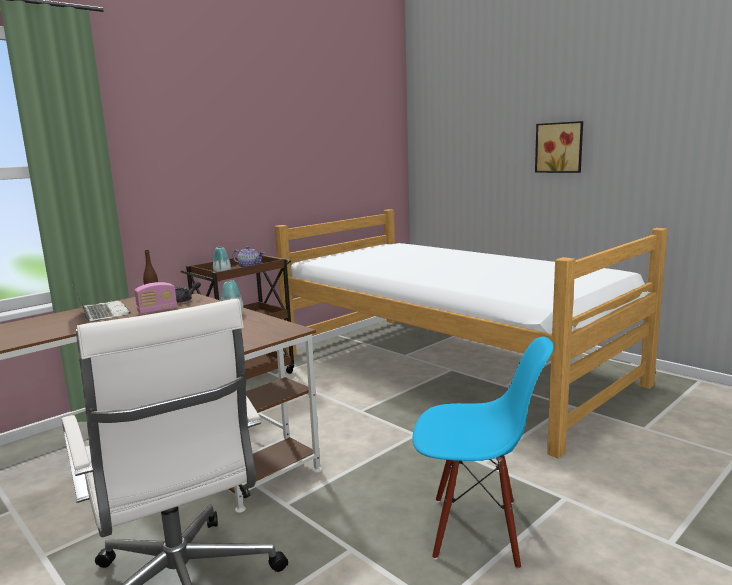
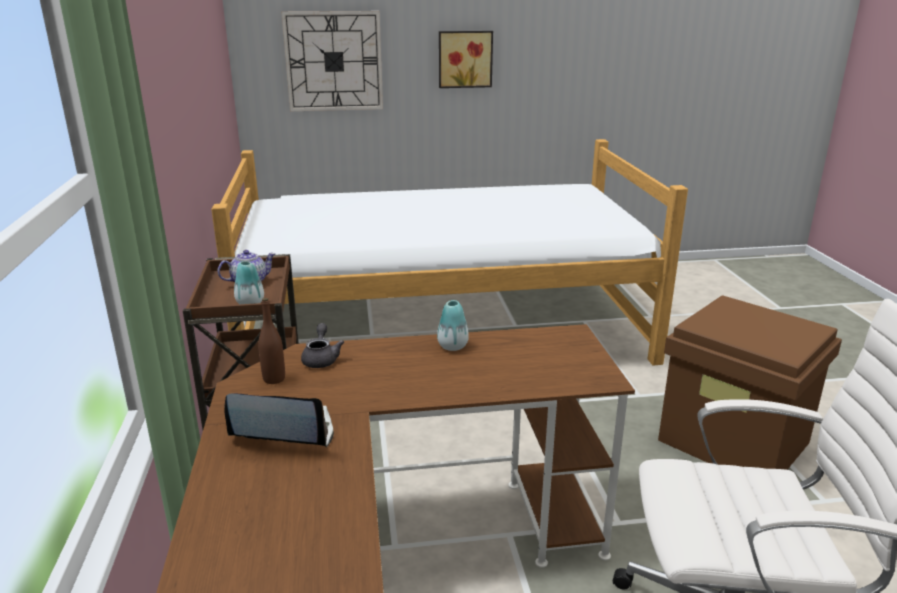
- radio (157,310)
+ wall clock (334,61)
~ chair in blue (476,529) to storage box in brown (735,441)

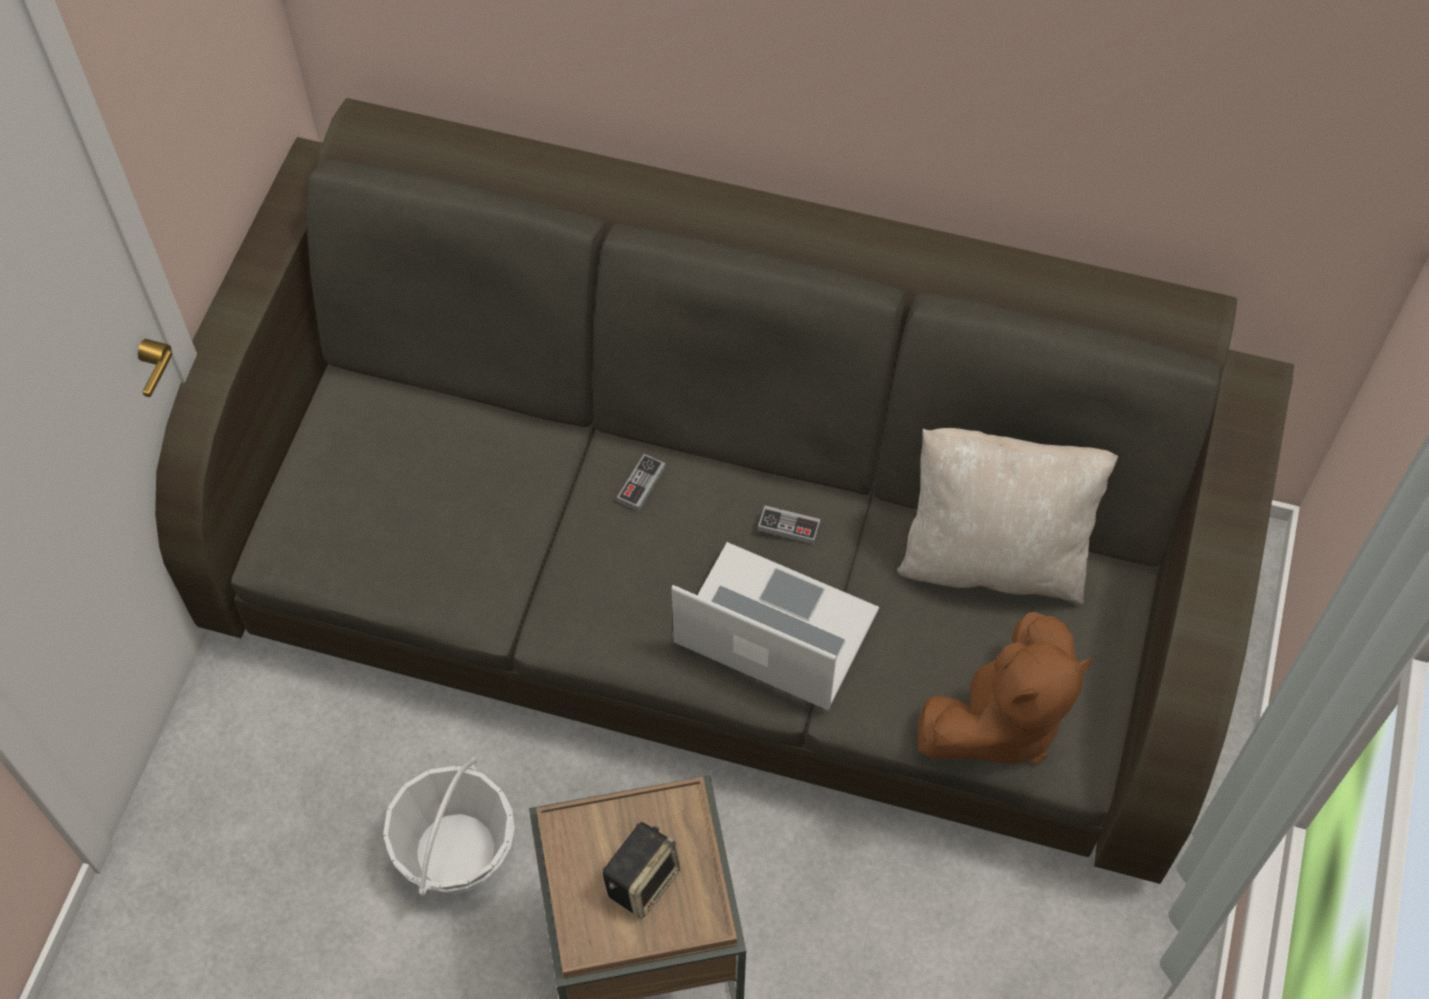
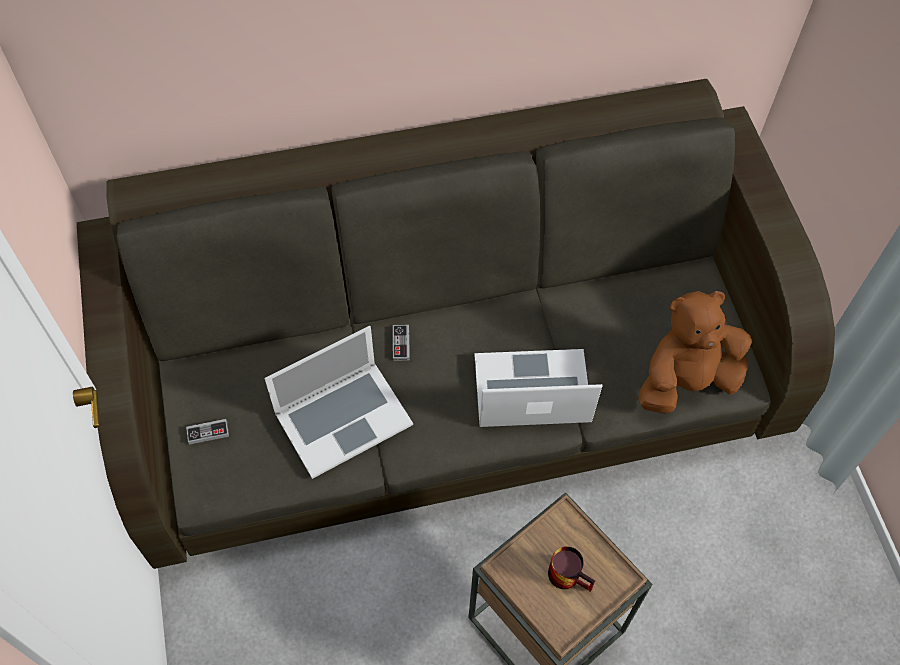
- basket (456,851)
- pillow in beige (993,558)
+ laptop (343,418)
~ game controller (789,526) to (208,432)
~ speaker (642,880) to mug (570,575)
~ plush toy in brown (999,721) = (685,381) 135 degrees counterclockwise

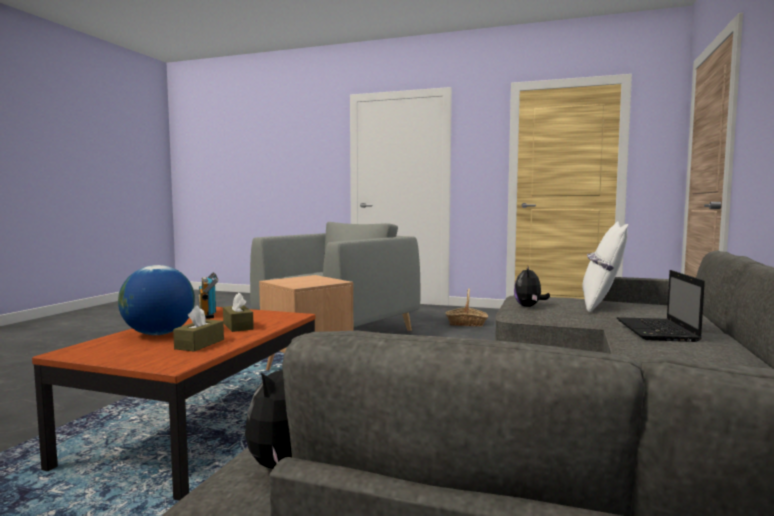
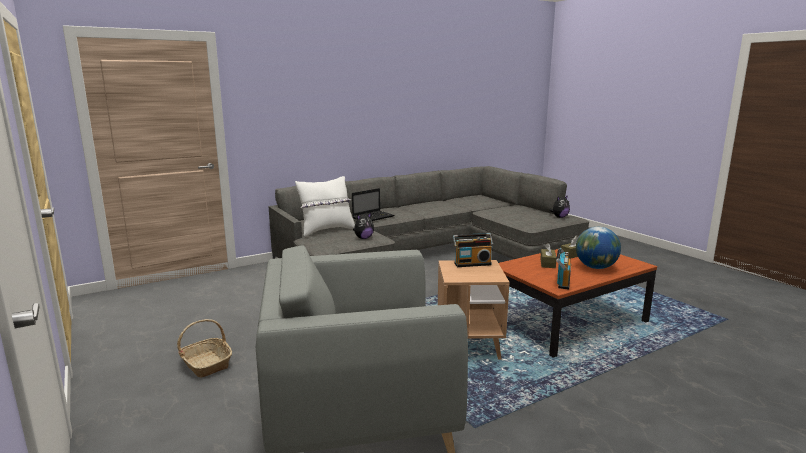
+ radio (472,263)

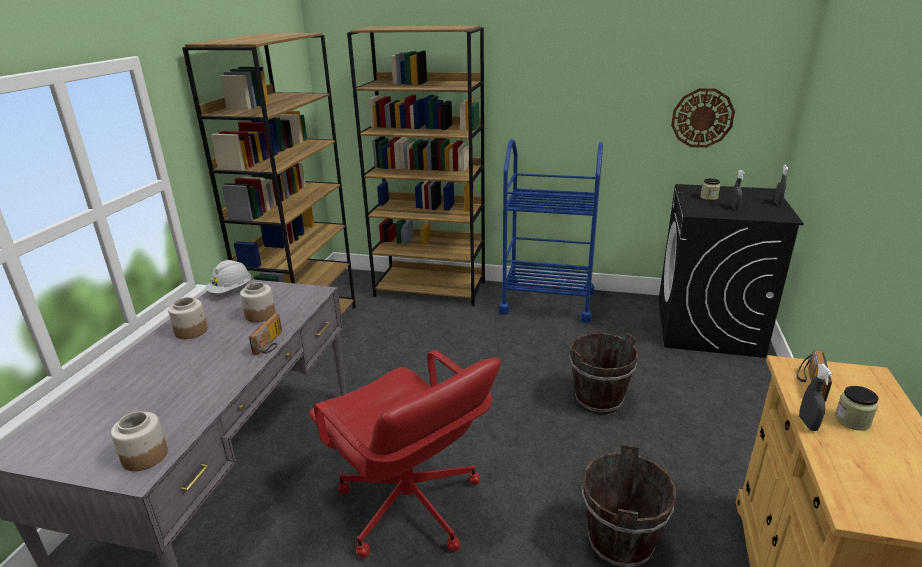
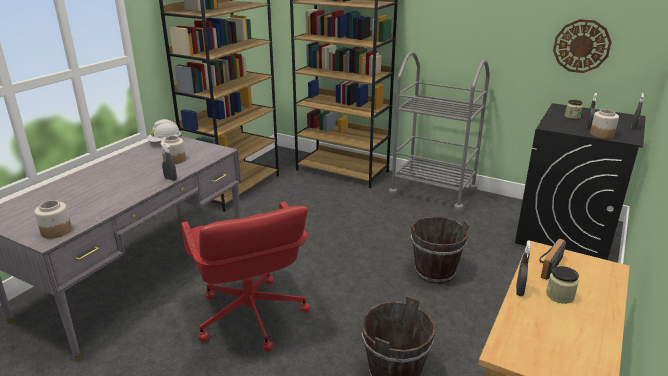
~ jar (192,331) to (602,134)
~ radio (271,344) to spray bottle in grey (170,179)
~ cart in blue (547,302) to cart in grey (432,194)

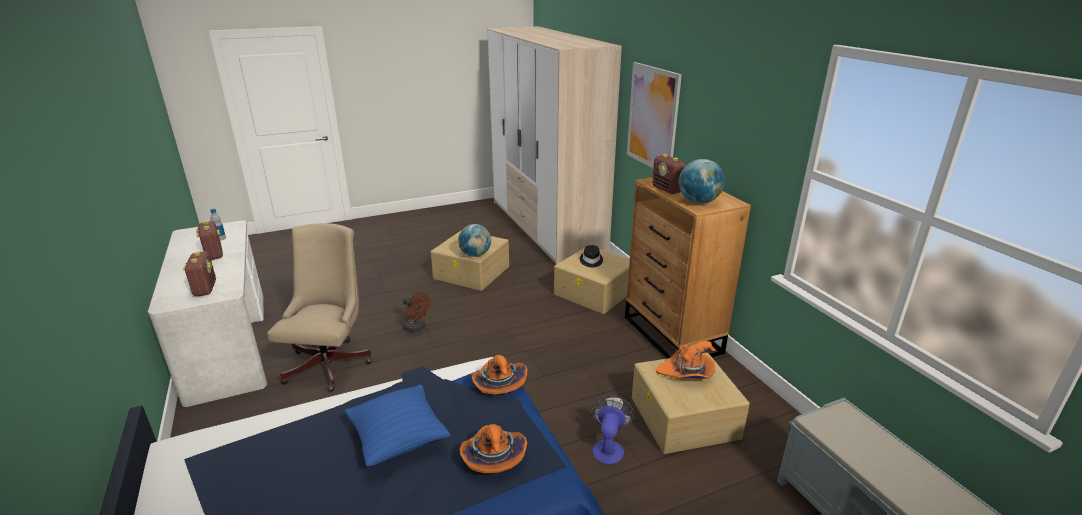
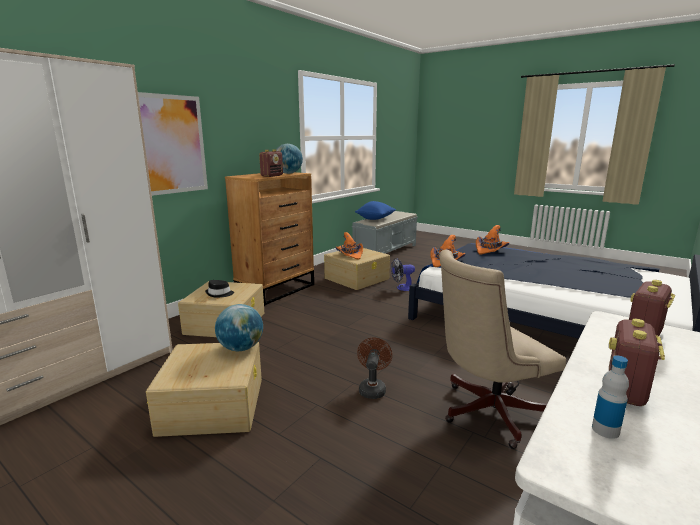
~ pillow in blue (399,440) to (375,219)

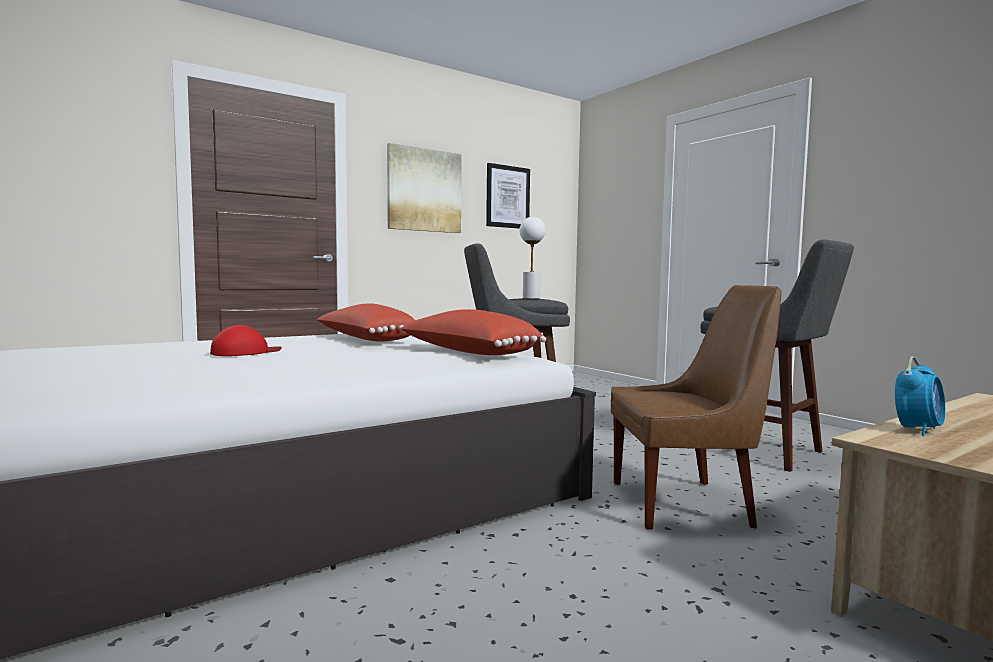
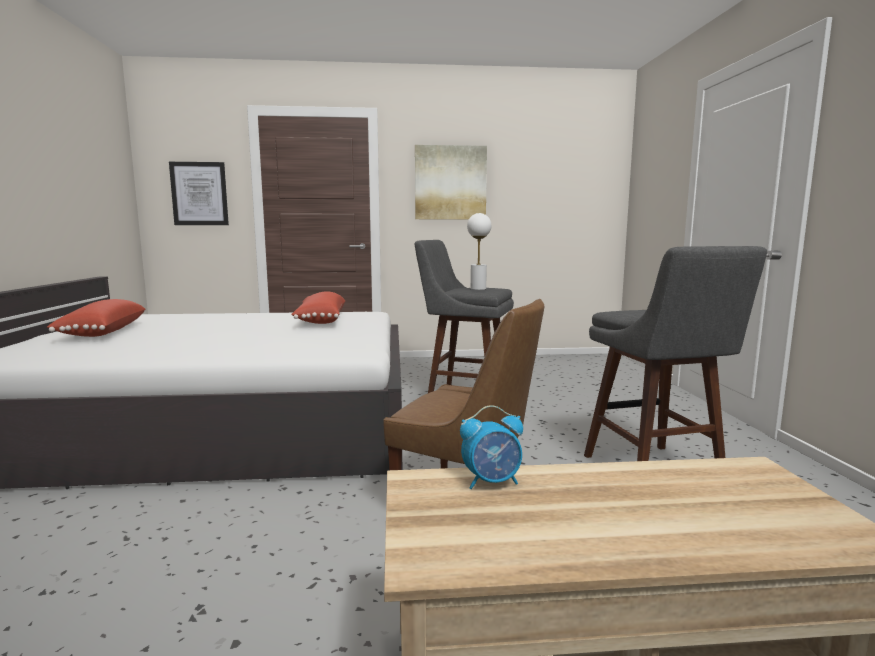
- cap in red (246,352)
~ pillow in red (468,353) to (101,332)
~ picture (507,197) to (199,194)

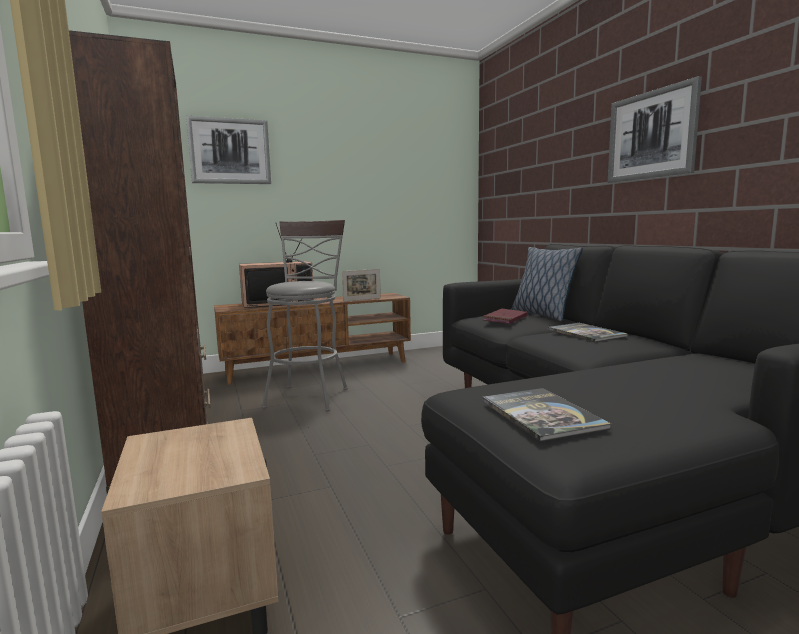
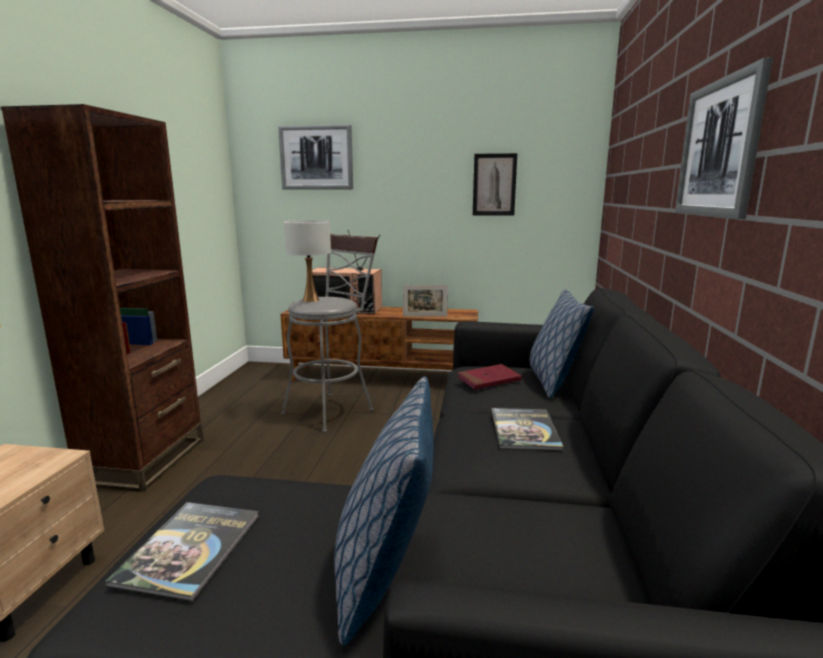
+ table lamp in white (311,300)
+ pillow (386,569)
+ picture (494,185)

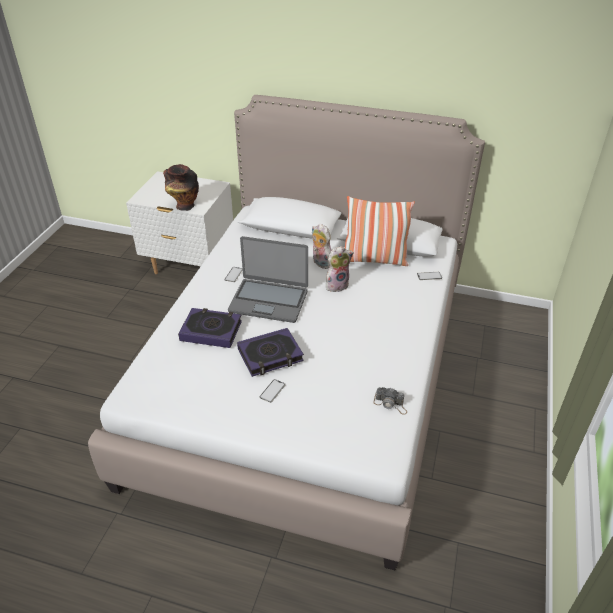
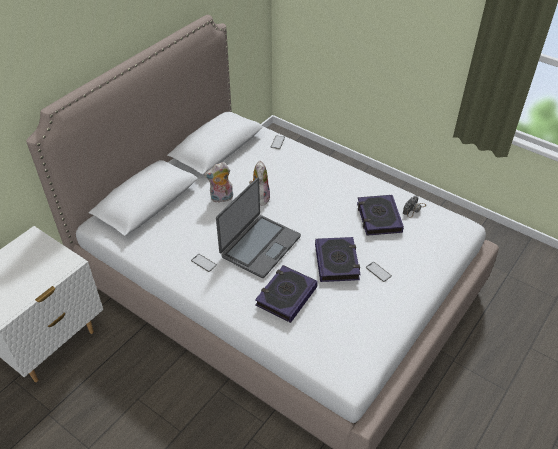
- vase (184,206)
- pillow (374,259)
+ book (378,218)

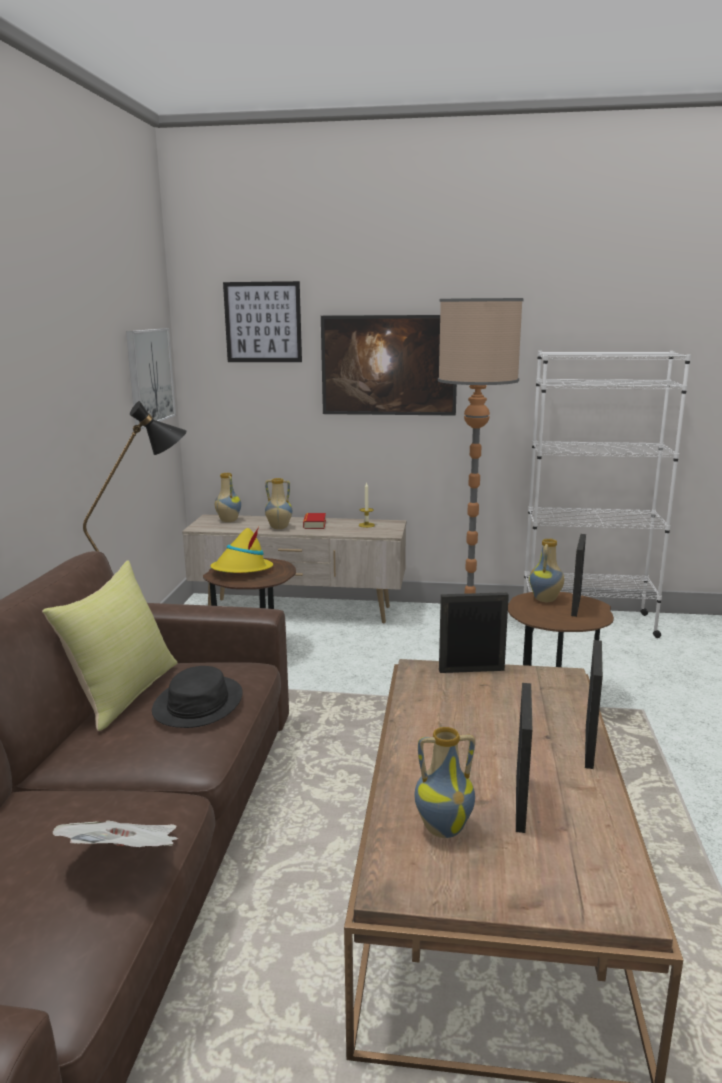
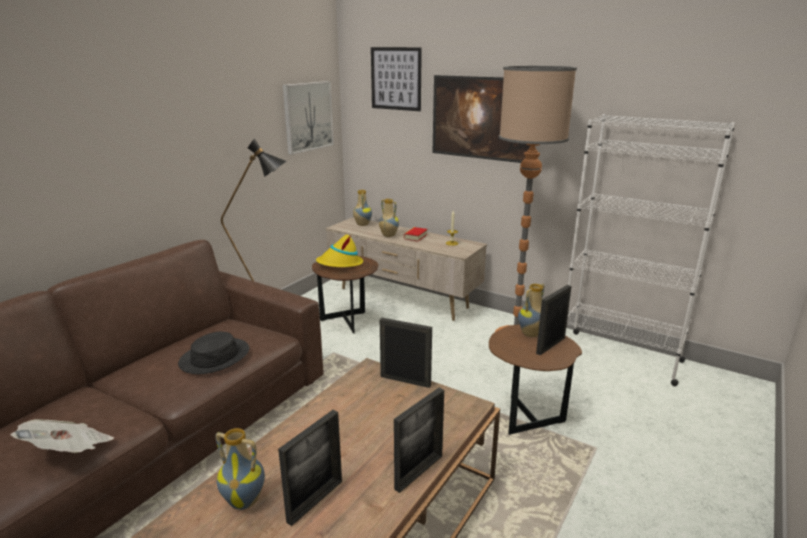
- pillow in yellow (123,693)

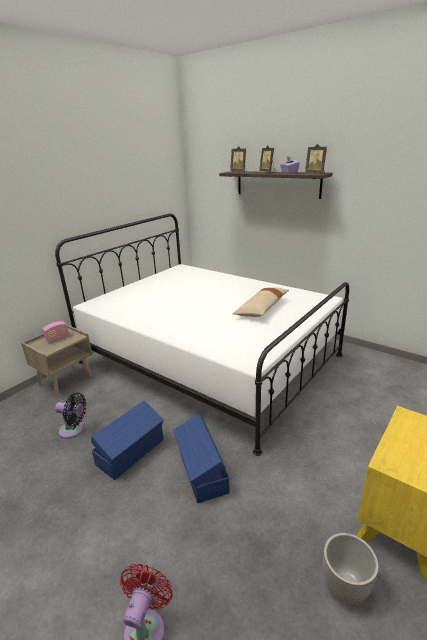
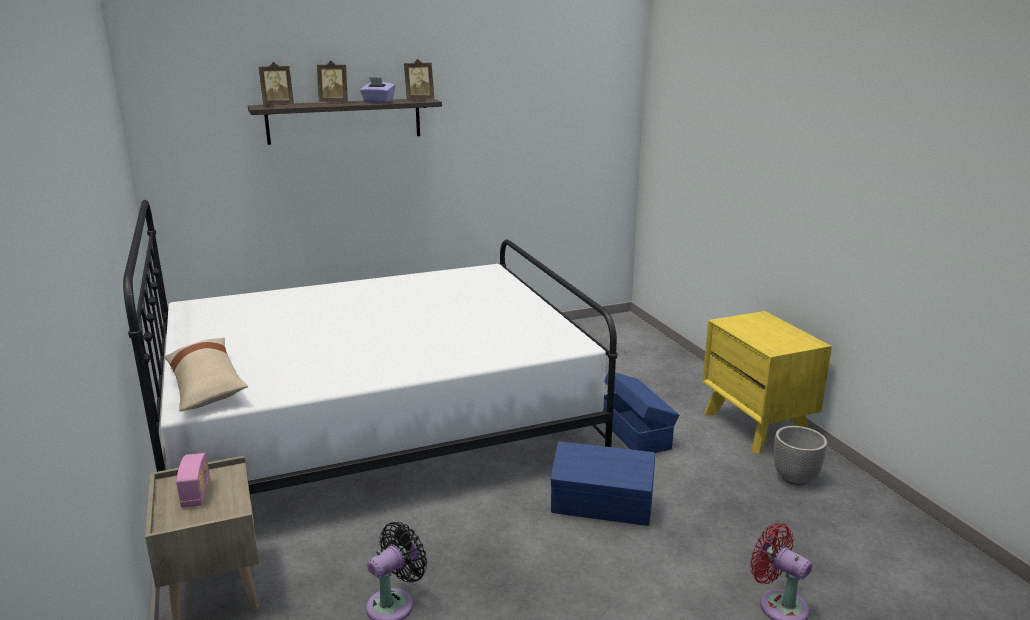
~ storage box in blue (132,452) to (635,432)
~ pillow in beige (262,308) to (206,386)

